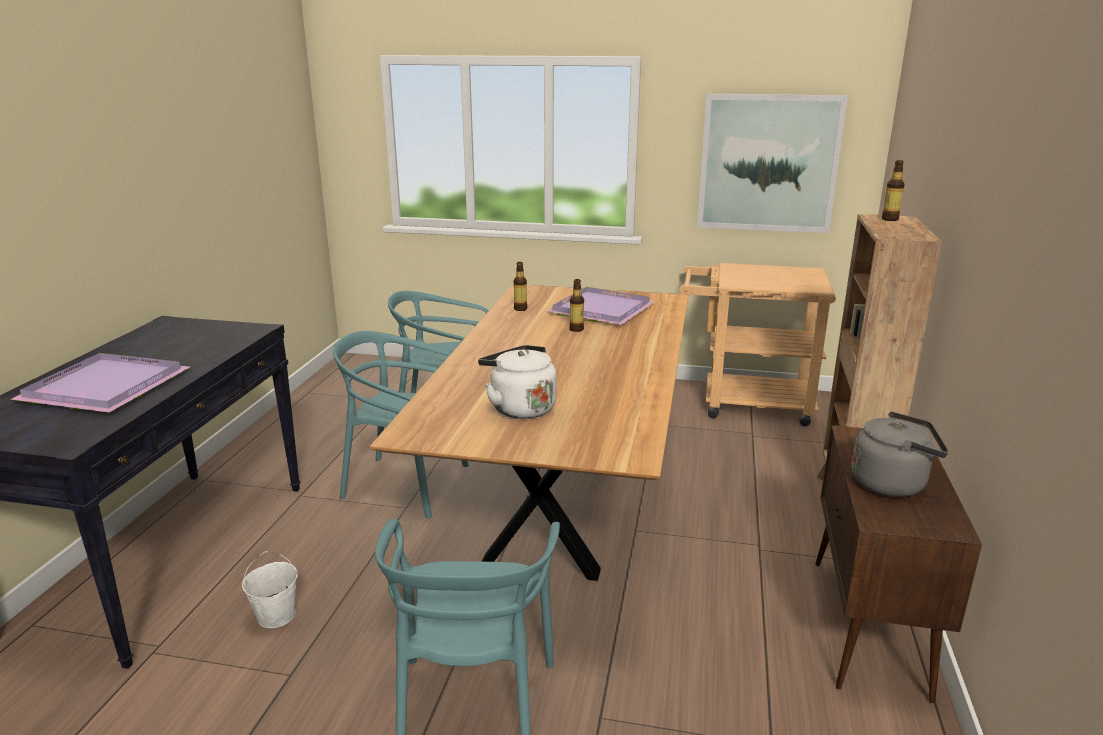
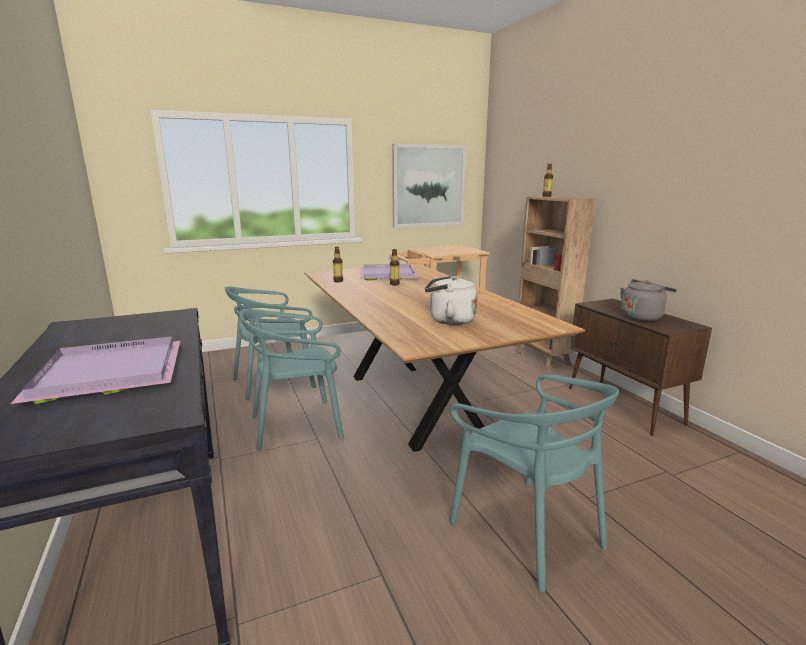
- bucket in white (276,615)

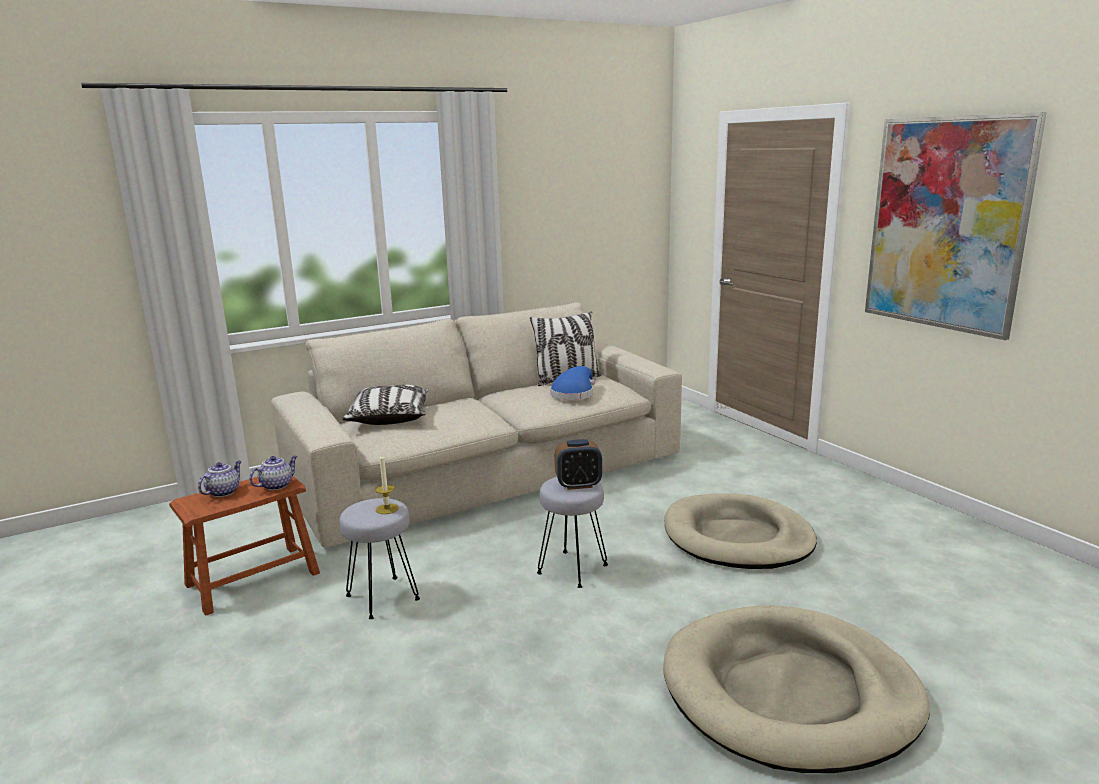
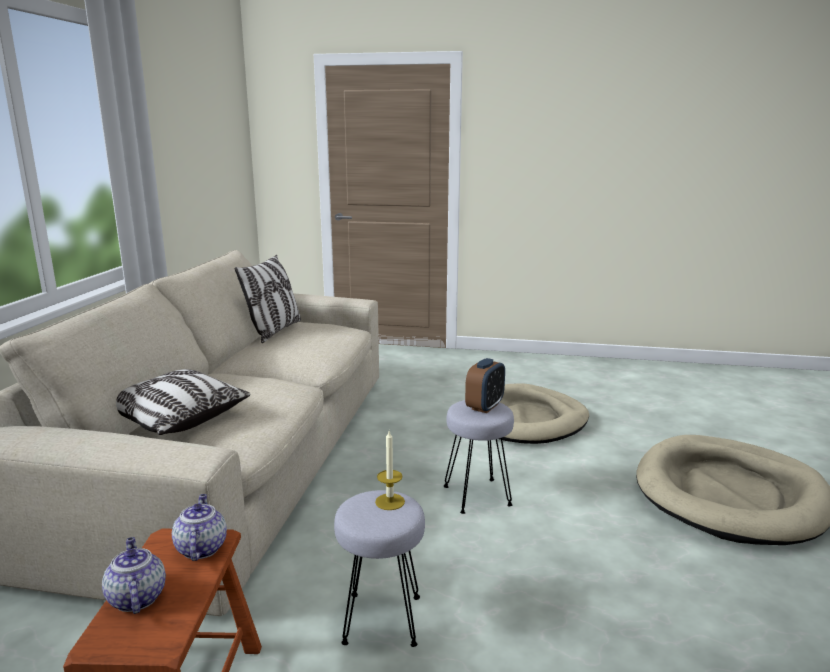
- hat in blue (573,394)
- picture (946,224)

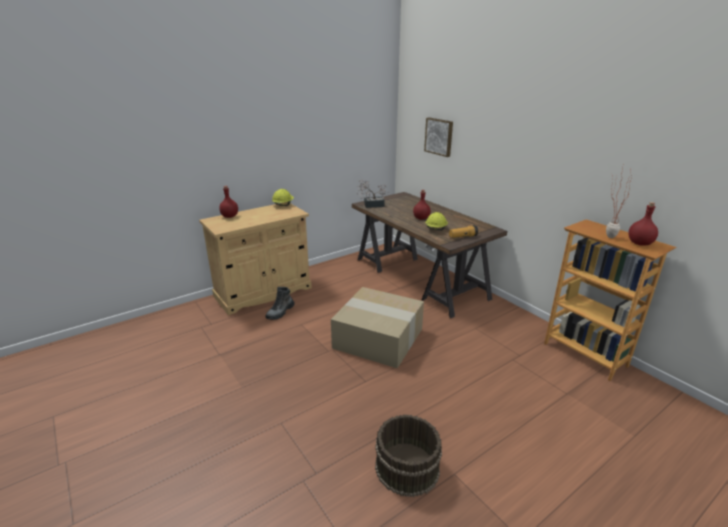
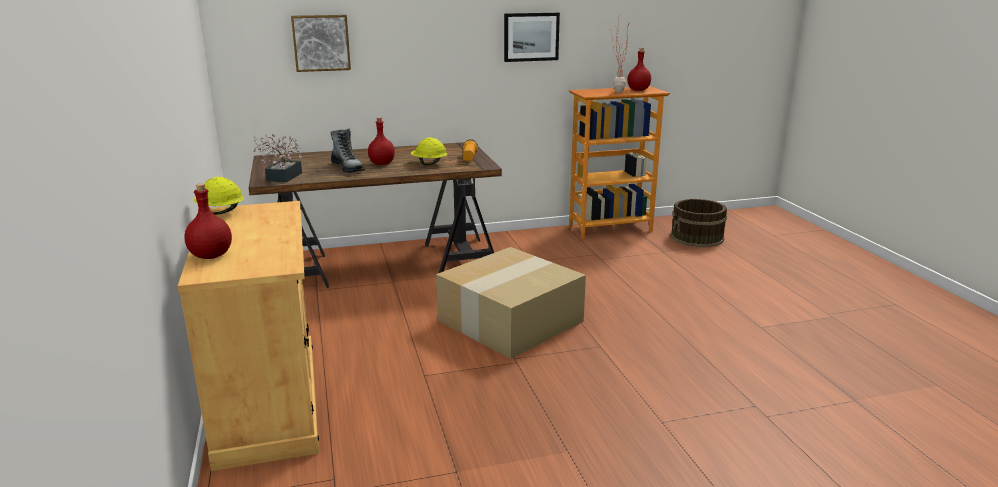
+ picture (531,37)
~ boot (280,312) to (348,168)
~ bucket in brown (406,468) to (697,237)

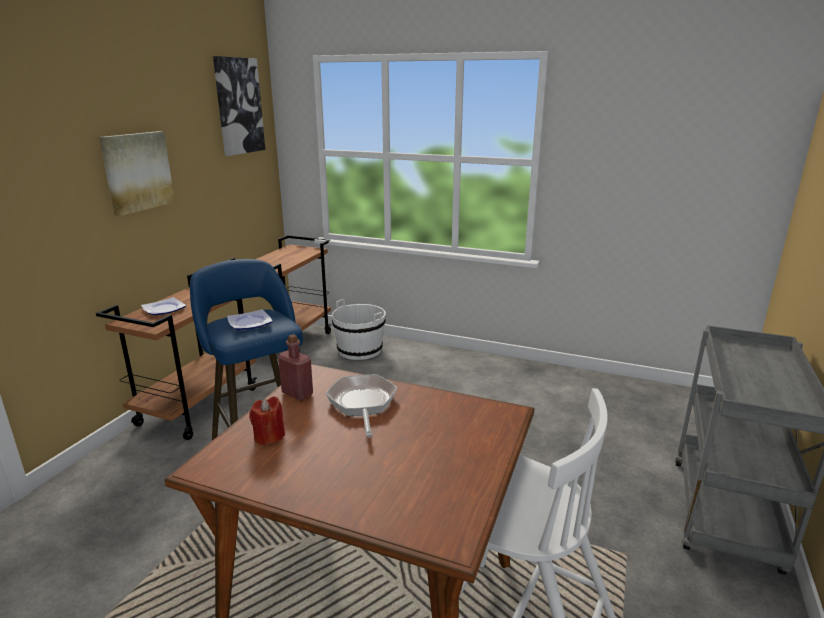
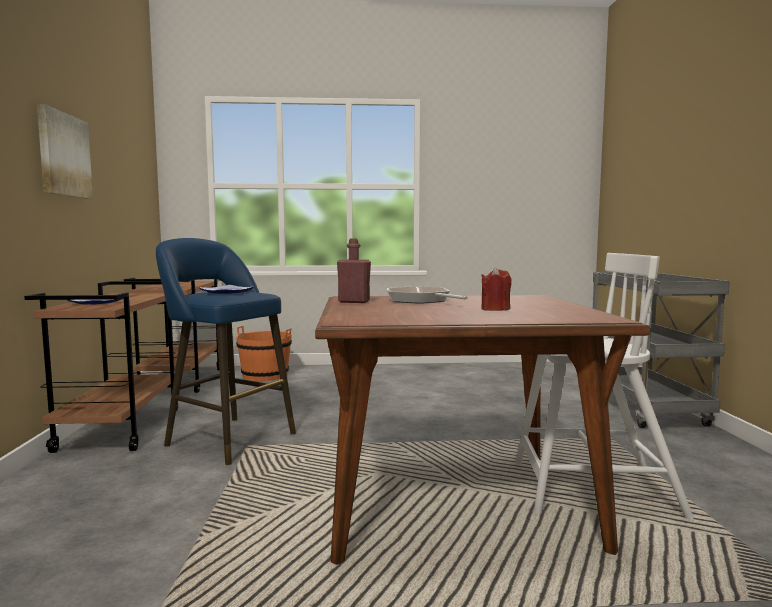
- picture (238,106)
~ candle in red (269,436) to (495,309)
~ bucket in white (360,350) to bucket in orange (265,375)

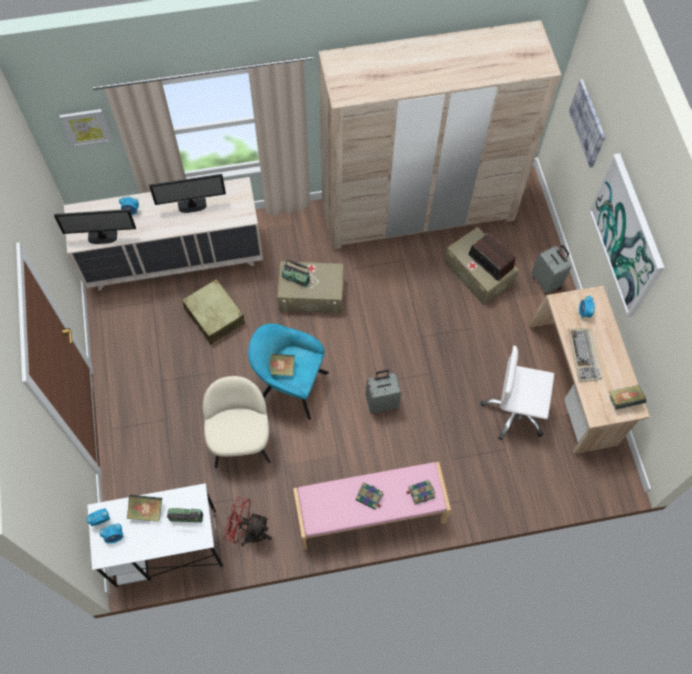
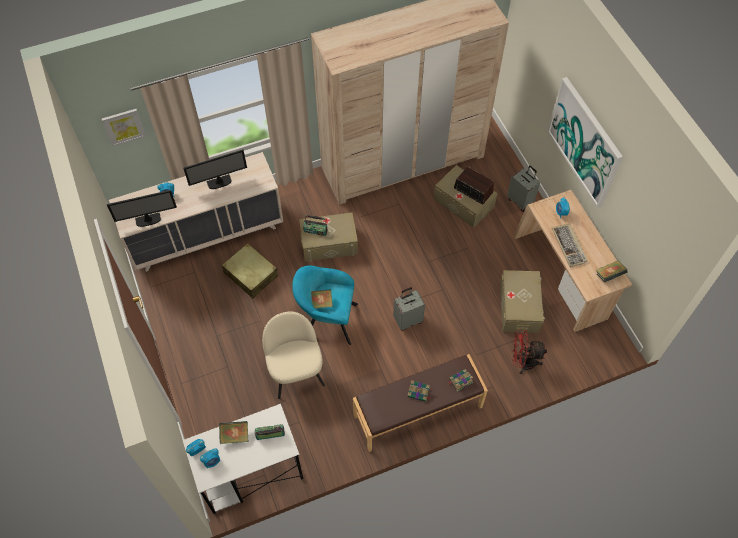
- picture (588,123)
~ fan in red (249,531) to (522,362)
~ office chair in white (515,411) to storage box in beige (519,307)
~ bench in pink (370,514) to bench in brown (418,412)

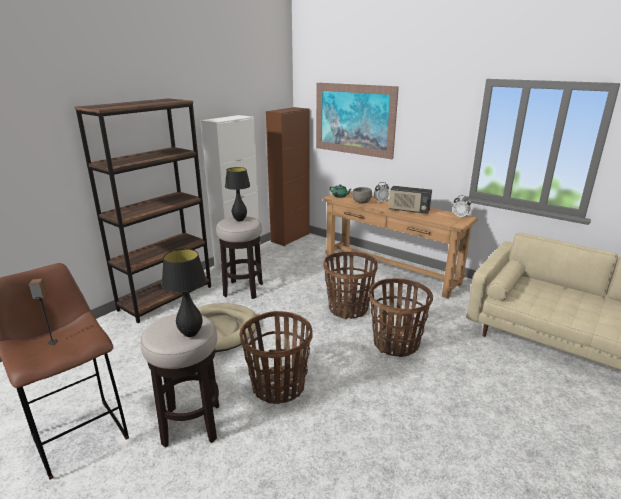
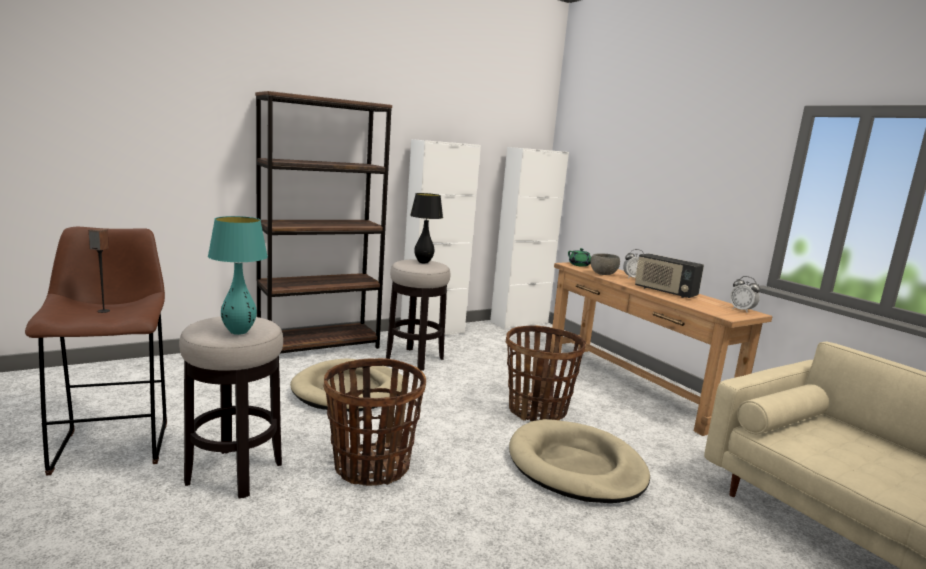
- picture (354,119)
~ basket (396,344) to dog bed in beige (576,466)
~ table lamp in black (191,334) to table lamp in turquoise (239,332)
~ cabinet in brown (290,237) to cabinet in white (519,322)

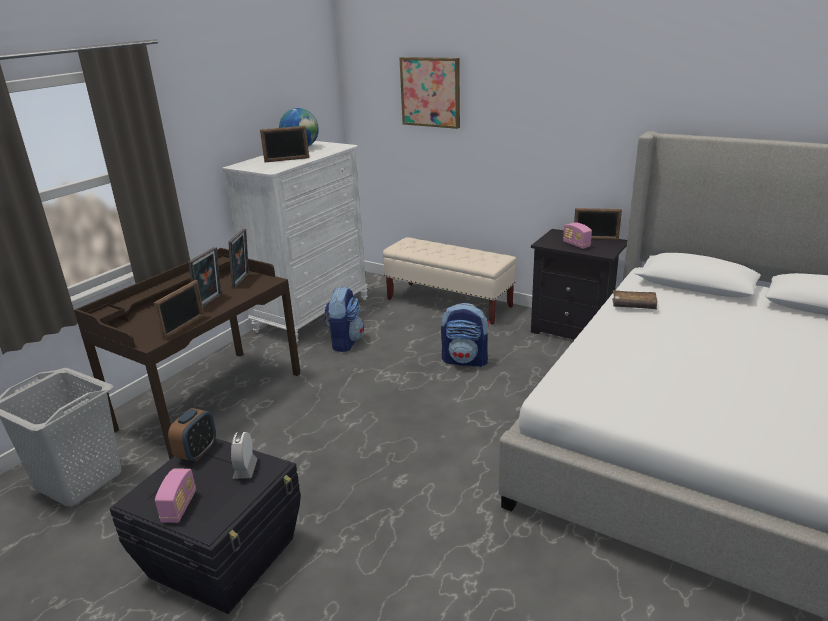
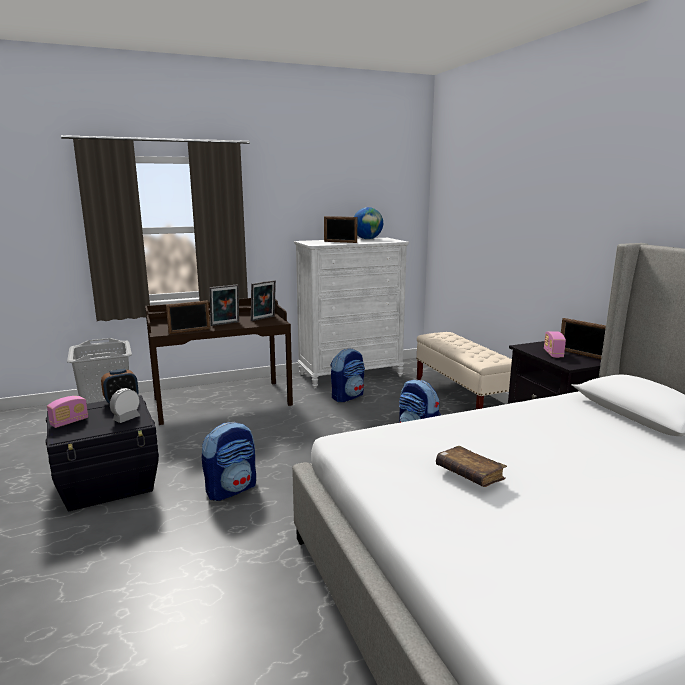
- picture (430,92)
+ backpack (231,489)
~ book in brown (633,306) to (469,474)

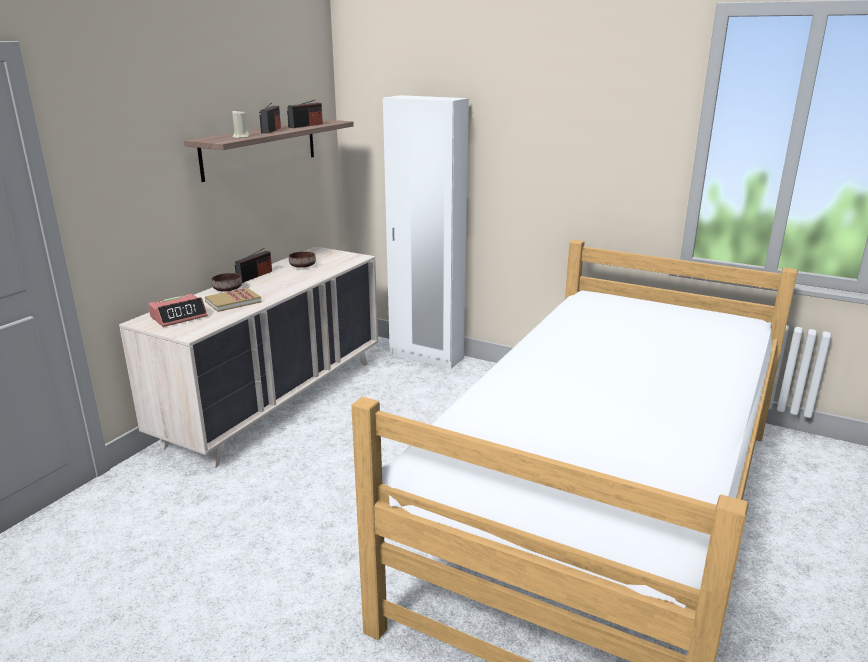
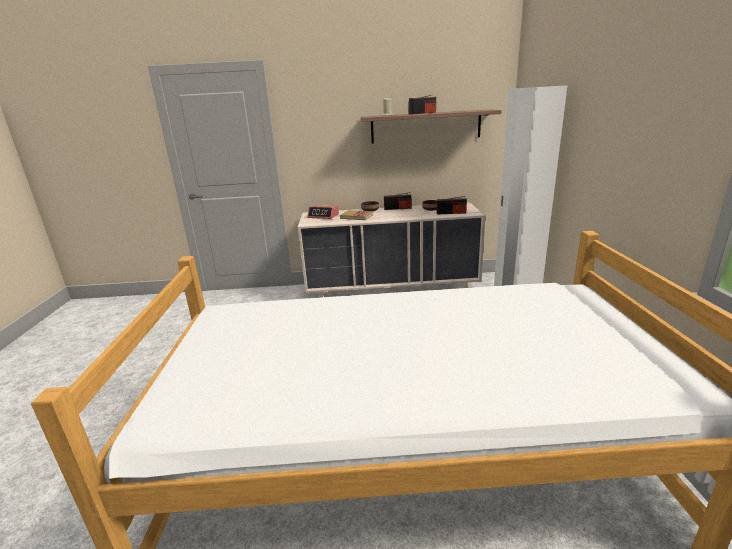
~ radio (306,125) to (451,213)

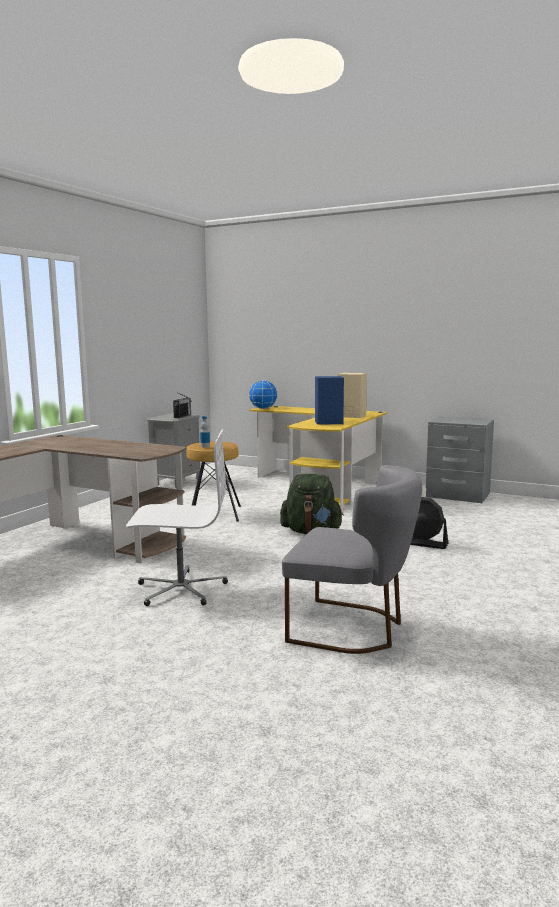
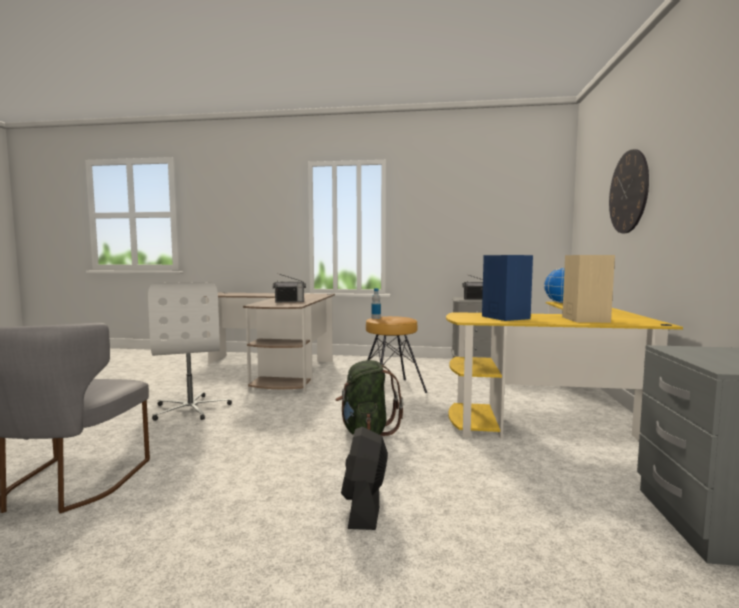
+ radio (289,301)
+ wall clock (628,192)

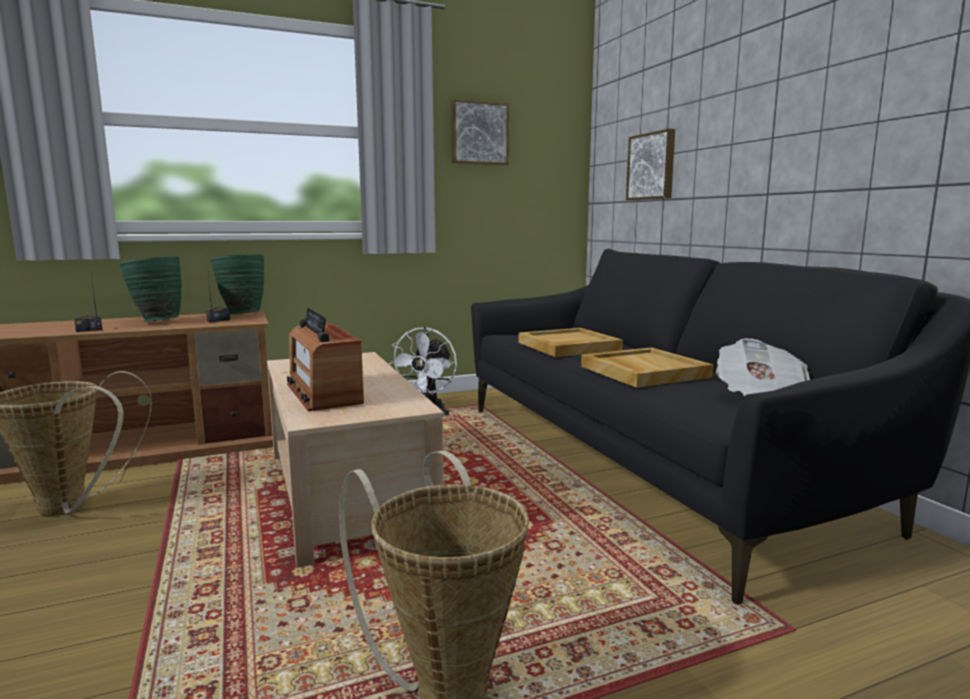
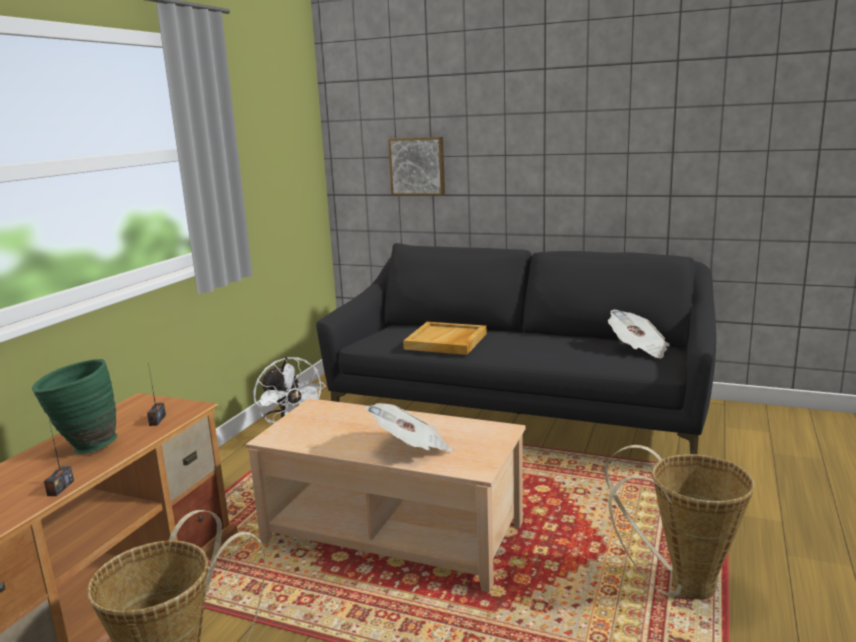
- vase in green (241,314)
- picture (479,133)
- tray in beige (643,371)
~ radio (323,393) to newspaper (411,448)

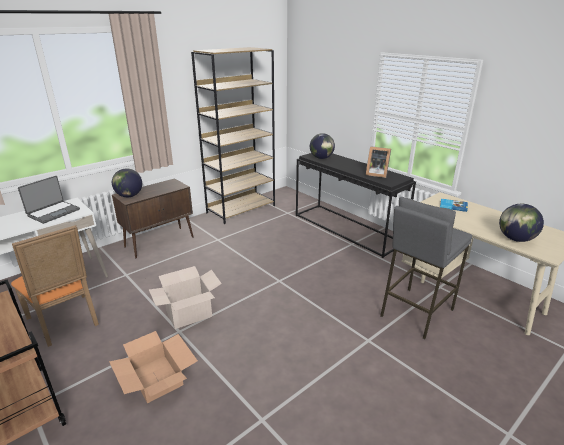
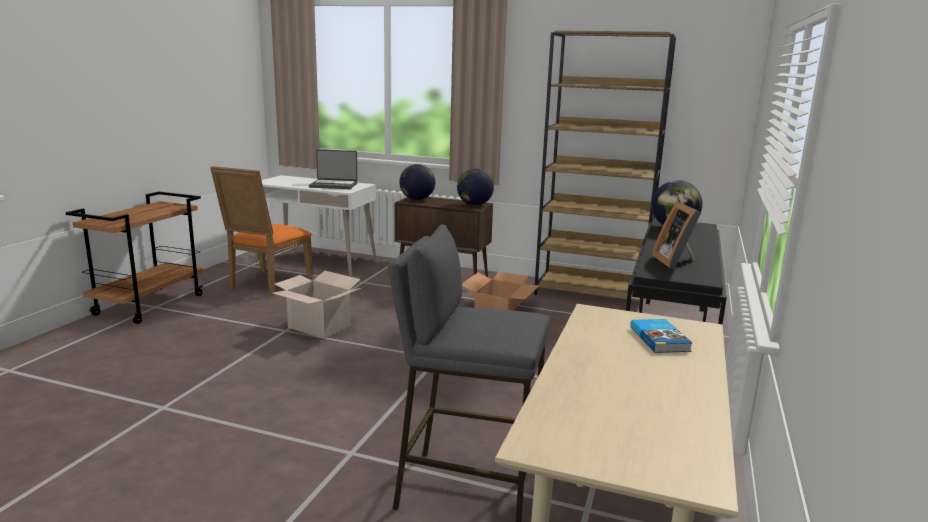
~ cardboard box (156,378) to (499,305)
~ globe (515,239) to (474,205)

